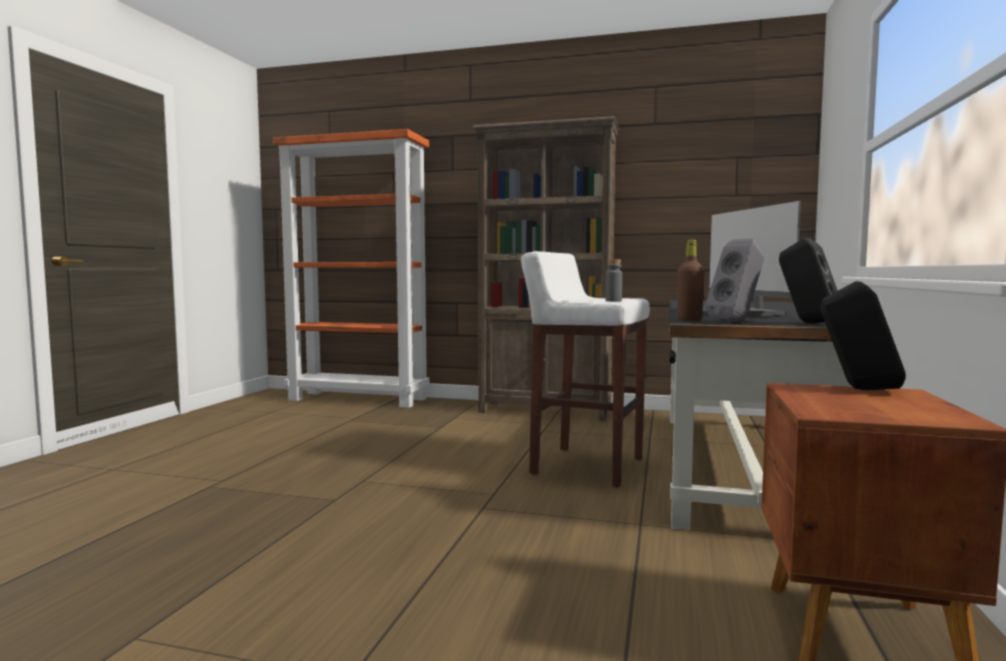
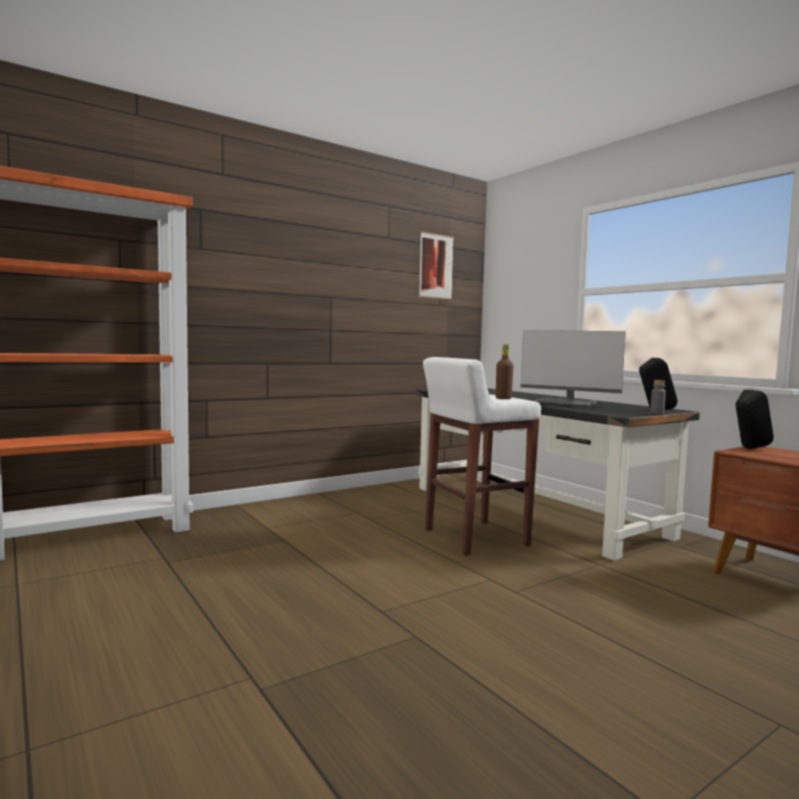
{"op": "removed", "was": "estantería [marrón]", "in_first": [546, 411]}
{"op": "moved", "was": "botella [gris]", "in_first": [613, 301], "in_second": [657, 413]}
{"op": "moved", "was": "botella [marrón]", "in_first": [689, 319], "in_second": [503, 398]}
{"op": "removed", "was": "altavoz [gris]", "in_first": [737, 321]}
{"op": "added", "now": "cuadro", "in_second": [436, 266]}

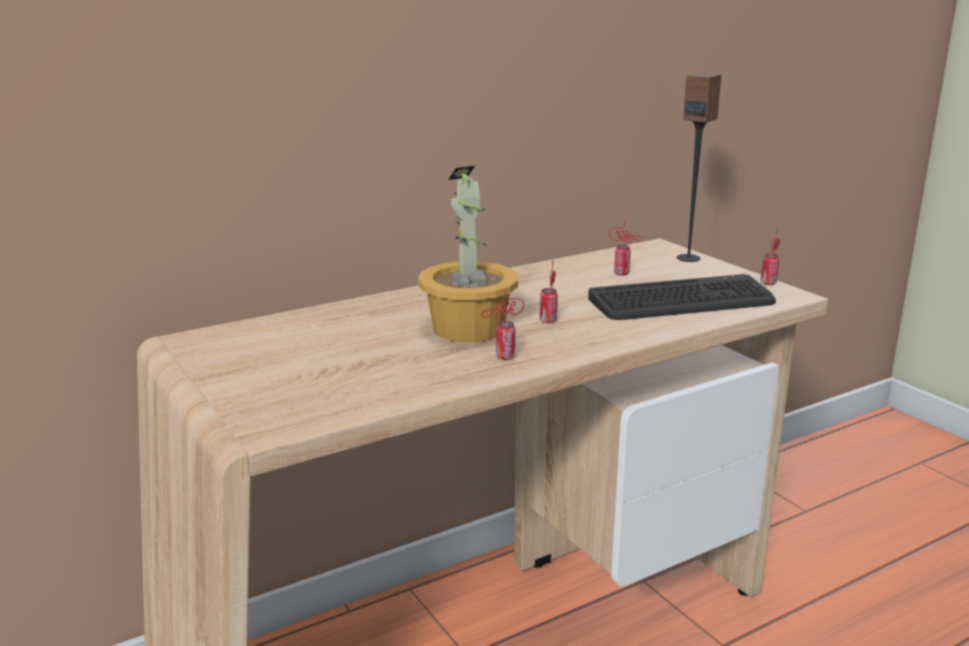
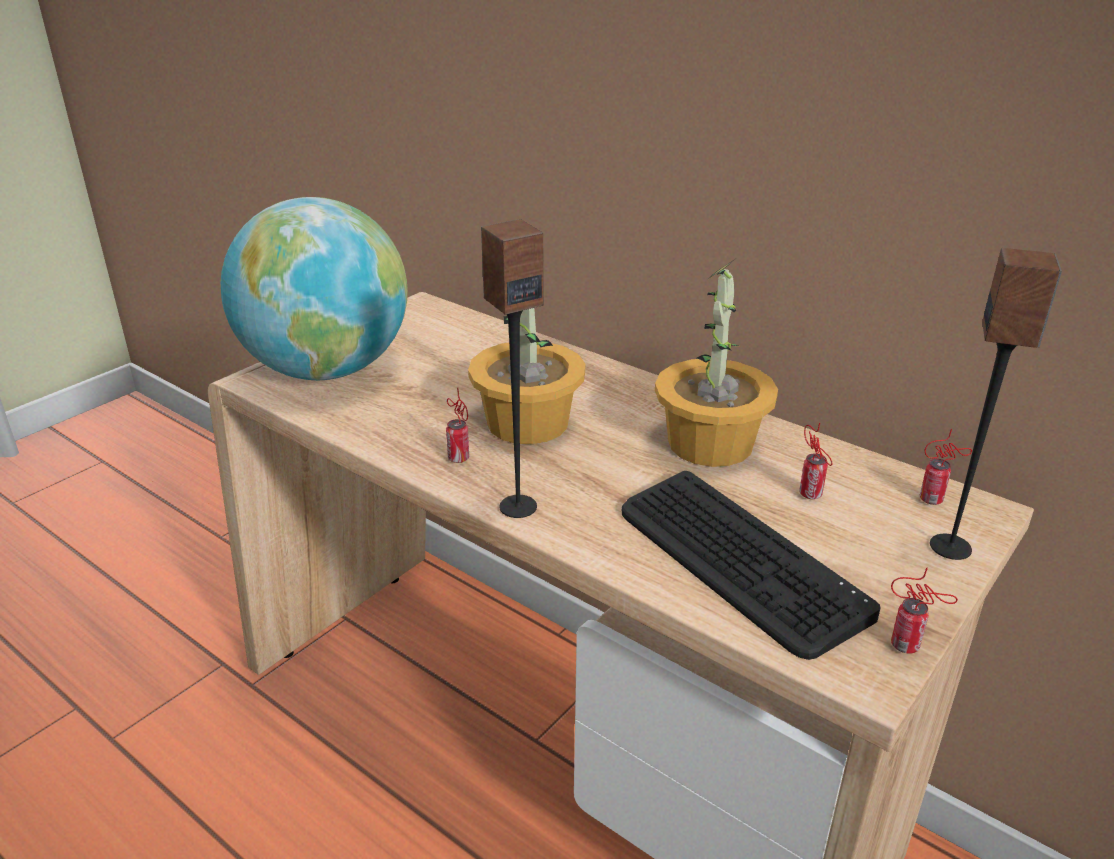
{"op": "moved", "was": "lata", "in_first": [548, 320], "in_second": [933, 499]}
{"op": "added", "now": "globo terráqueo", "in_second": [326, 370]}
{"op": "added", "now": "altavoz", "in_second": [517, 506]}
{"op": "added", "now": "planta en maceta", "in_second": [712, 444]}

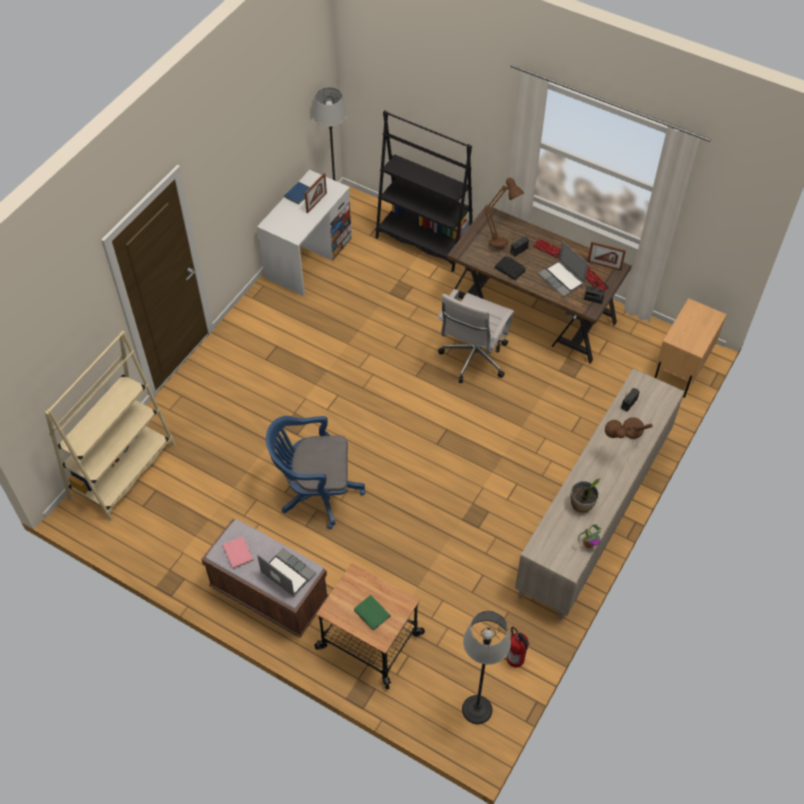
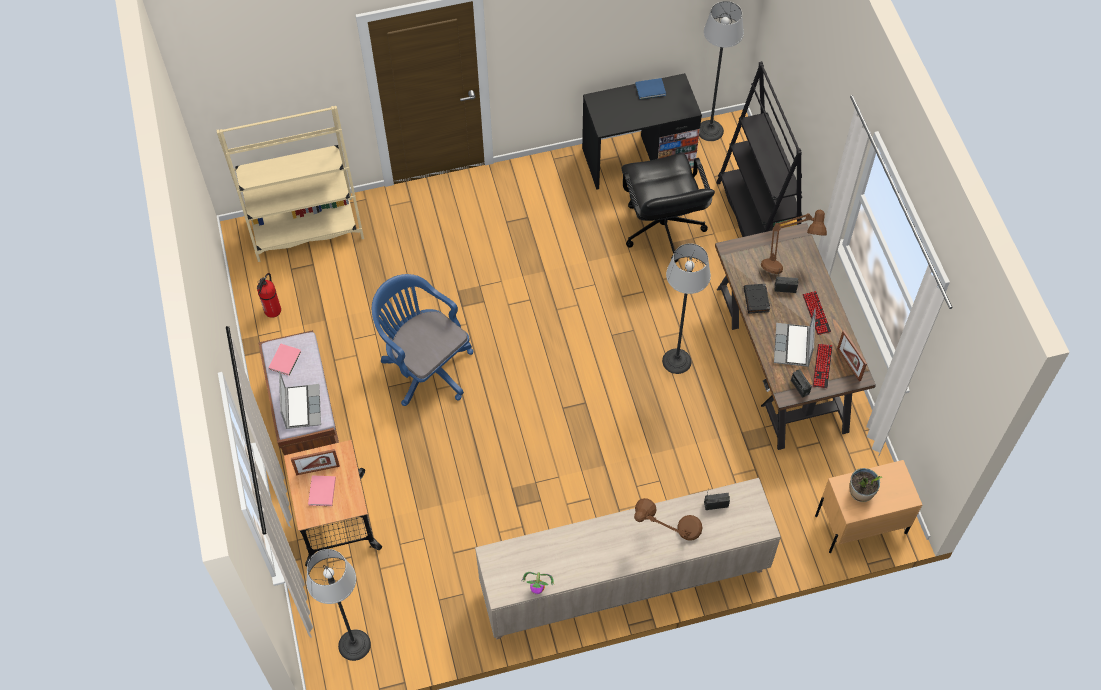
{"op": "recoloured", "was": "escritorio [blanco]", "now": "escritorio [negro]", "in_first": [308, 258], "in_second": [638, 157]}
{"op": "moved", "was": "portarretratos", "in_first": [316, 203], "in_second": [318, 470]}
{"op": "recoloured", "was": "libro [verde]", "now": "libro [rosa]", "in_first": [372, 614], "in_second": [321, 492]}
{"op": "replaced", "was": "silla de oficina [blanco]", "now": "lámpara de pie", "in_first": [473, 360], "in_second": [676, 361]}
{"op": "moved", "was": "extintor", "in_first": [516, 659], "in_second": [272, 311]}
{"op": "moved", "was": "planta en maceta", "in_first": [582, 505], "in_second": [861, 492]}
{"op": "added", "now": "silla de oficina [negro]", "in_second": [662, 229]}

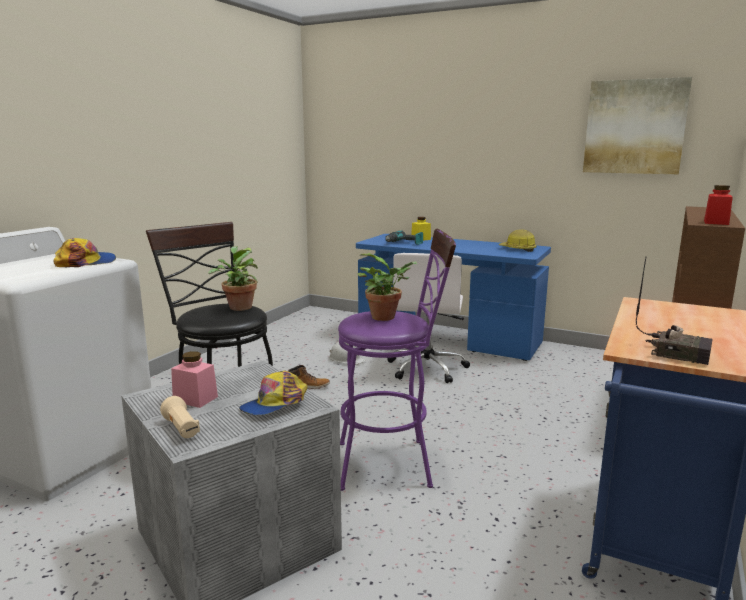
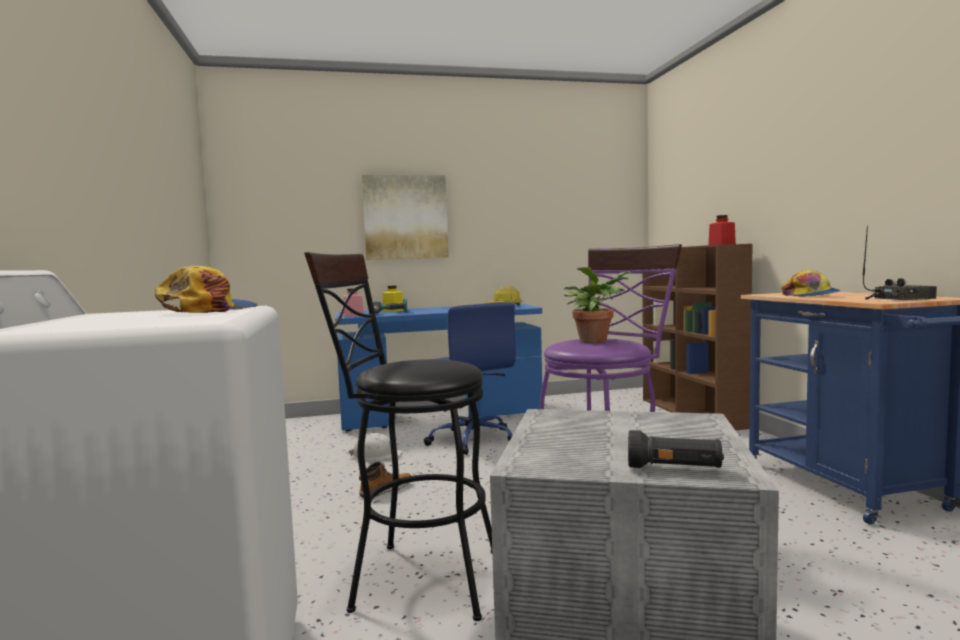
{"op": "recoloured", "was": "linterna [beis]", "now": "linterna [negro]", "in_first": [181, 429], "in_second": [674, 469]}
{"op": "moved", "was": "tarro [rosa]", "in_first": [195, 399], "in_second": [353, 315]}
{"op": "removed", "was": "planta en maceta", "in_first": [239, 307]}
{"op": "moved", "was": "gorra", "in_first": [275, 404], "in_second": [810, 295]}
{"op": "recoloured", "was": "silla de oficina [blanco]", "now": "silla de oficina [azul]", "in_first": [427, 368], "in_second": [472, 440]}
{"op": "moved", "was": "cuadro", "in_first": [634, 127], "in_second": [405, 217]}

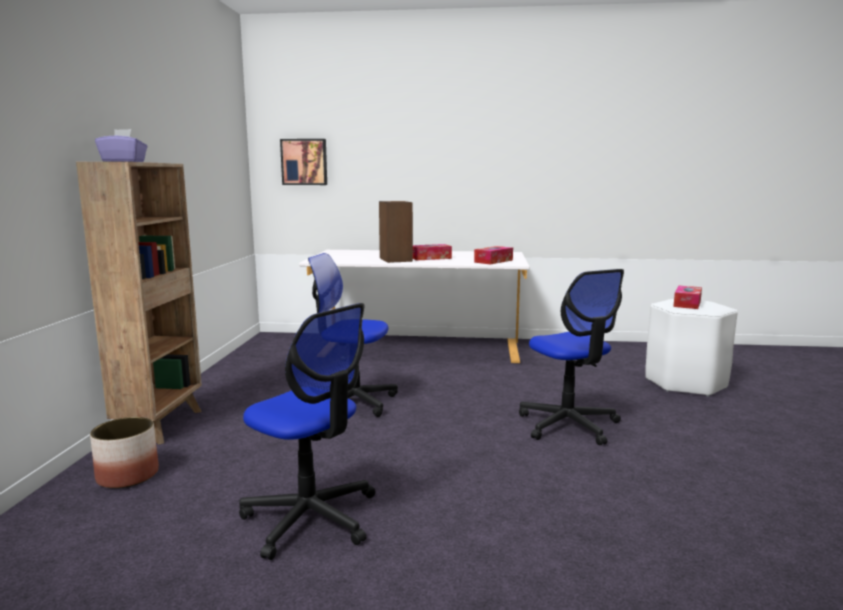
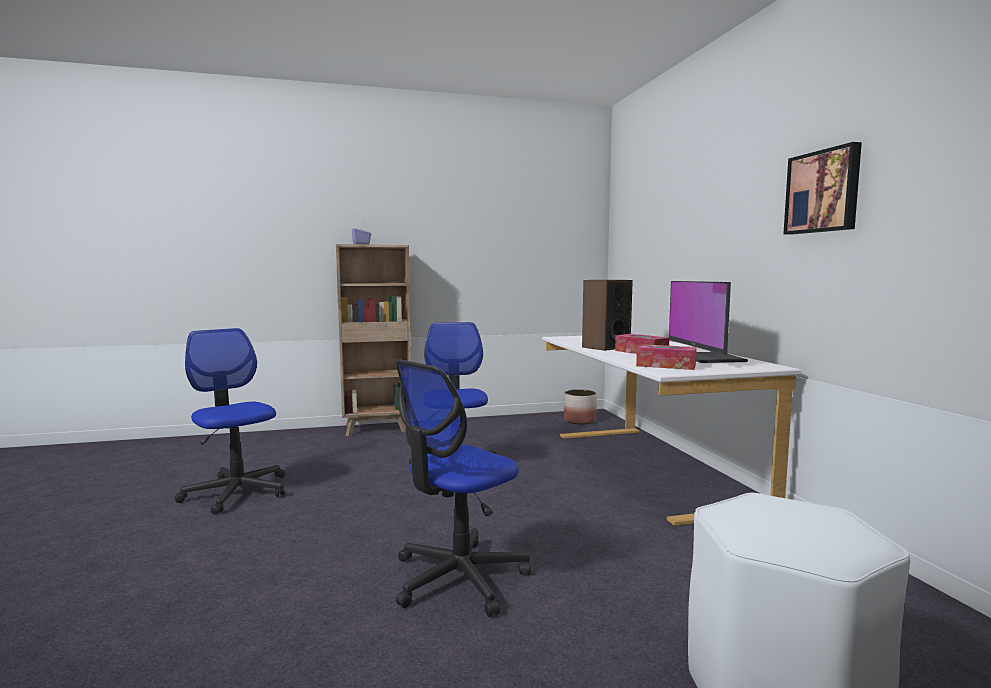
{"op": "moved", "was": "maceta", "in_first": [127, 475], "in_second": [580, 420]}
{"op": "turned", "was": "silla de oficina", "in_first": [311, 518], "in_second": [237, 492], "clockwise": 120}
{"op": "moved", "was": "cuadro", "in_first": [304, 162], "in_second": [823, 192]}
{"op": "removed", "was": "caja de pañuelos", "in_first": [687, 304]}
{"op": "added", "now": "monitor", "in_second": [708, 358]}

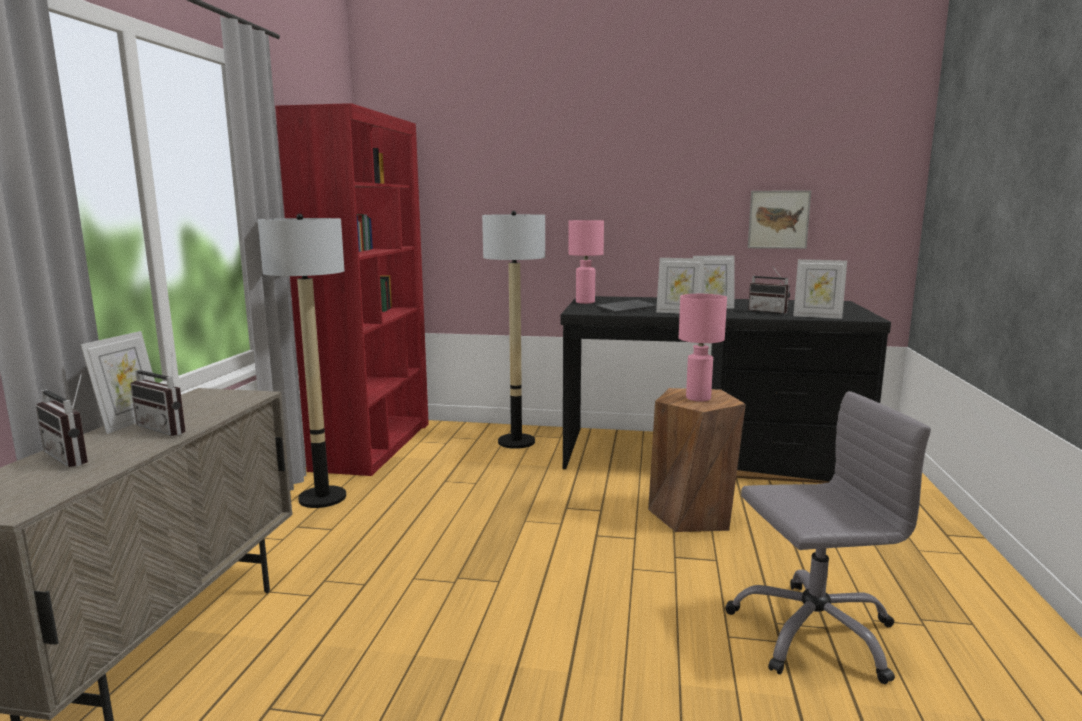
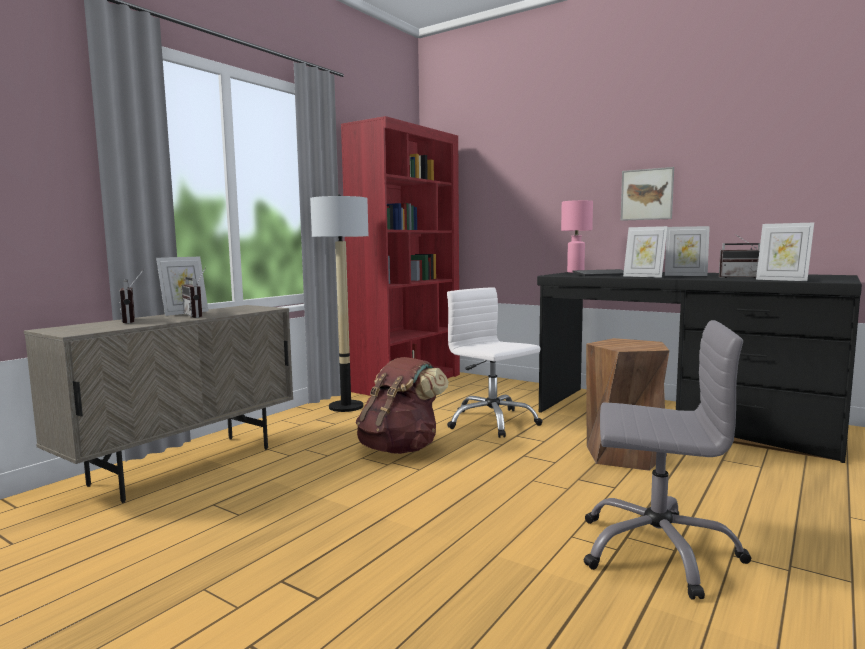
{"op": "removed", "was": "lámpara de pie", "in_first": [516, 442]}
{"op": "removed", "was": "lámpara de mesa [rosa]", "in_first": [699, 398]}
{"op": "moved", "was": "cuadro", "in_first": [778, 219], "in_second": [646, 194]}
{"op": "turned", "was": "radio", "in_first": [769, 311], "in_second": [739, 277], "clockwise": -45}
{"op": "added", "now": "mochila [marrón]", "in_second": [400, 448]}
{"op": "added", "now": "silla de oficina [blanco]", "in_second": [492, 422]}

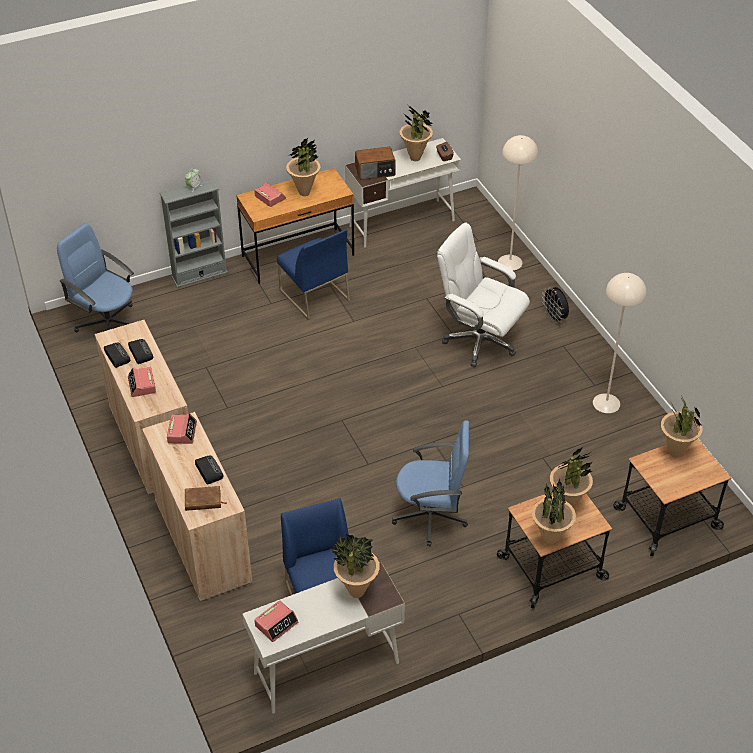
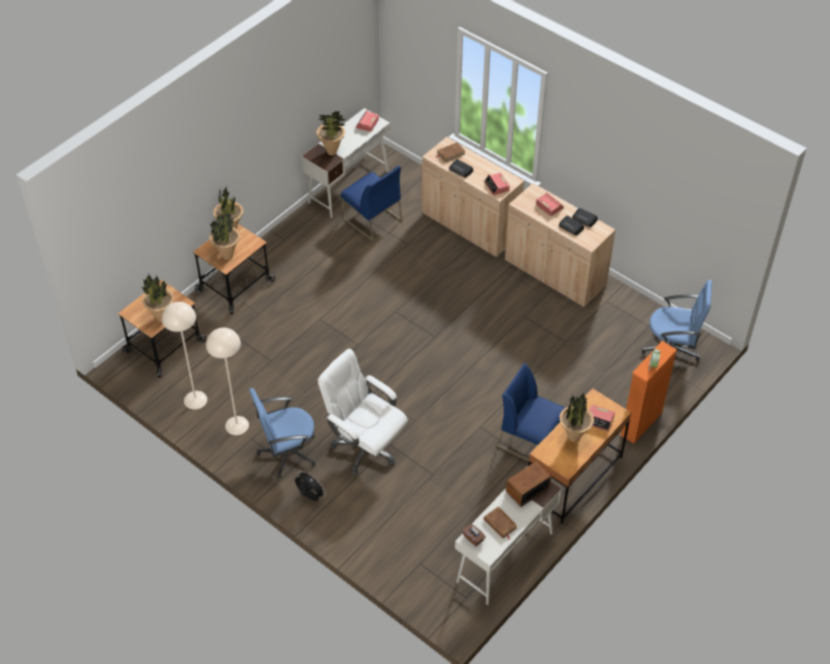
{"op": "recoloured", "was": "estantería [gris]", "now": "estantería [naranja]", "in_first": [199, 275], "in_second": [641, 423]}
{"op": "moved", "was": "silla de oficina [azul]", "in_first": [431, 516], "in_second": [287, 452]}
{"op": "replaced", "was": "planta en maceta", "now": "libro [marrón]", "in_first": [415, 158], "in_second": [500, 524]}
{"op": "turned", "was": "silla de oficina [blanco]", "in_first": [479, 341], "in_second": [365, 446], "clockwise": -150}
{"op": "moved", "was": "lámpara de pie [beis]", "in_first": [510, 262], "in_second": [195, 400]}

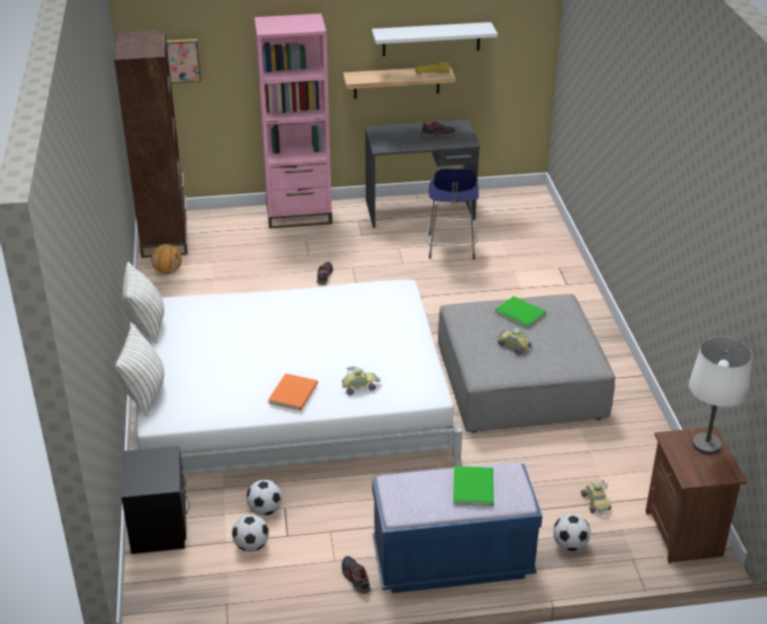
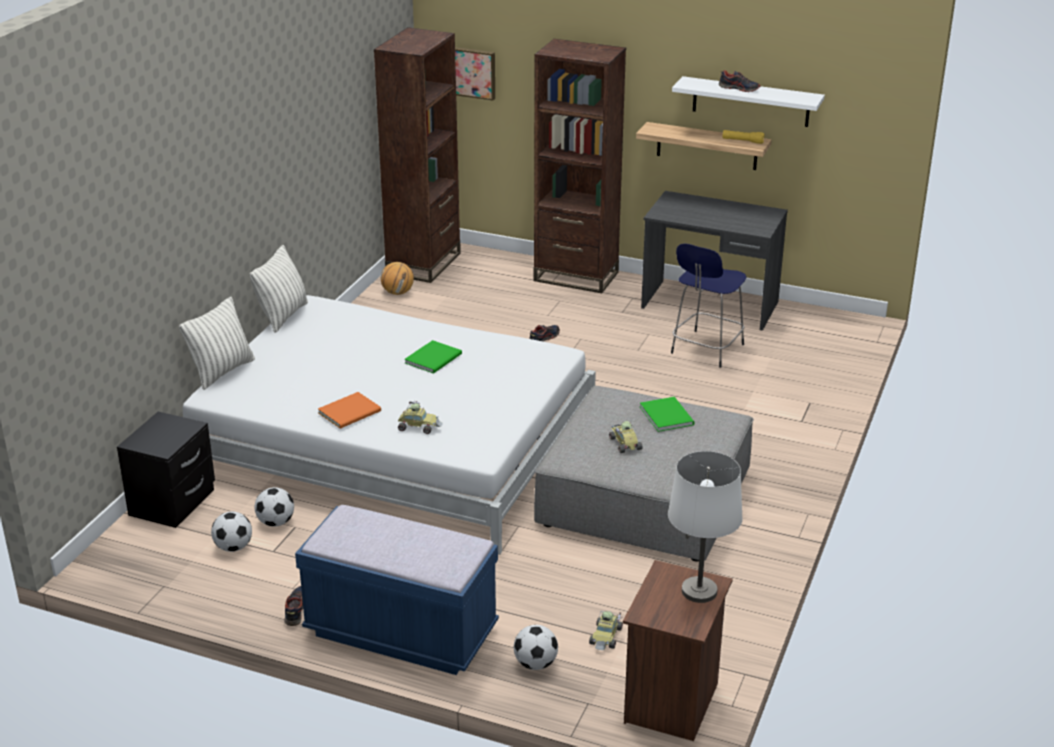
{"op": "recoloured", "was": "estantería [rosa]", "now": "estantería [marrón]", "in_first": [299, 215], "in_second": [576, 276]}
{"op": "moved", "was": "zapato", "in_first": [438, 134], "in_second": [739, 88]}
{"op": "moved", "was": "libro [verde]", "in_first": [474, 486], "in_second": [435, 358]}

